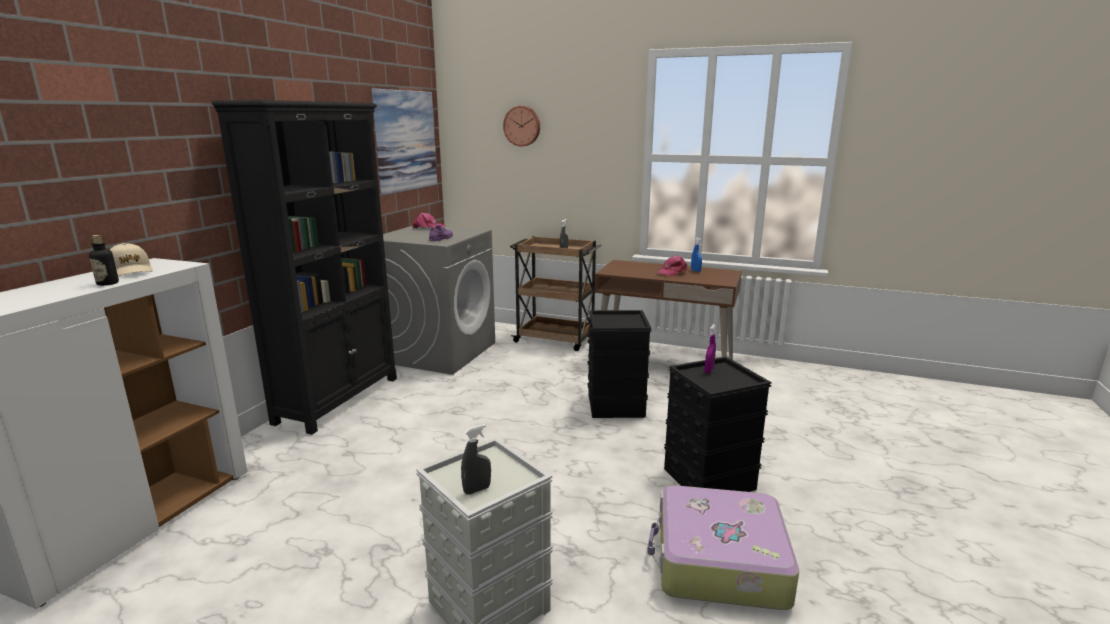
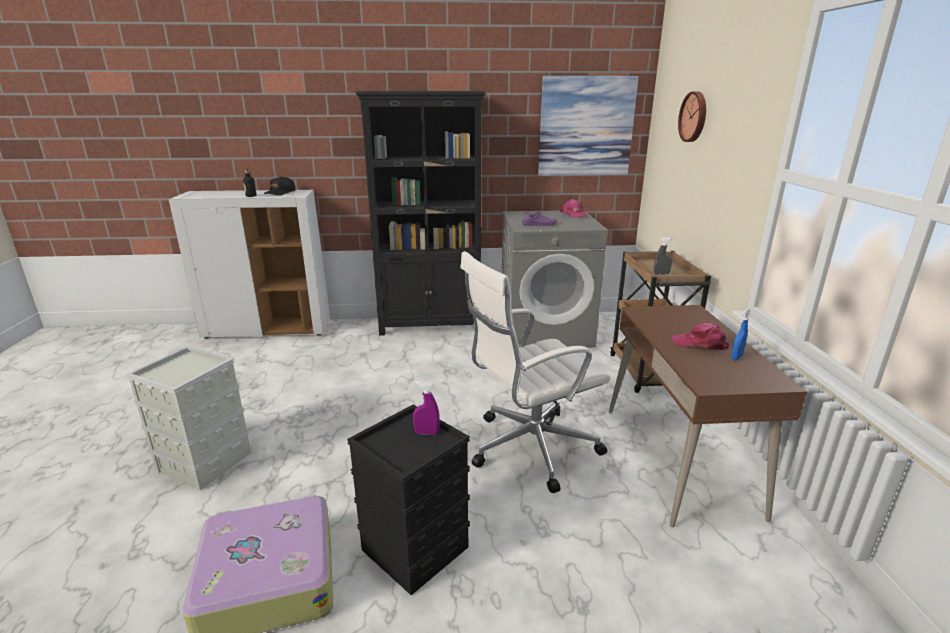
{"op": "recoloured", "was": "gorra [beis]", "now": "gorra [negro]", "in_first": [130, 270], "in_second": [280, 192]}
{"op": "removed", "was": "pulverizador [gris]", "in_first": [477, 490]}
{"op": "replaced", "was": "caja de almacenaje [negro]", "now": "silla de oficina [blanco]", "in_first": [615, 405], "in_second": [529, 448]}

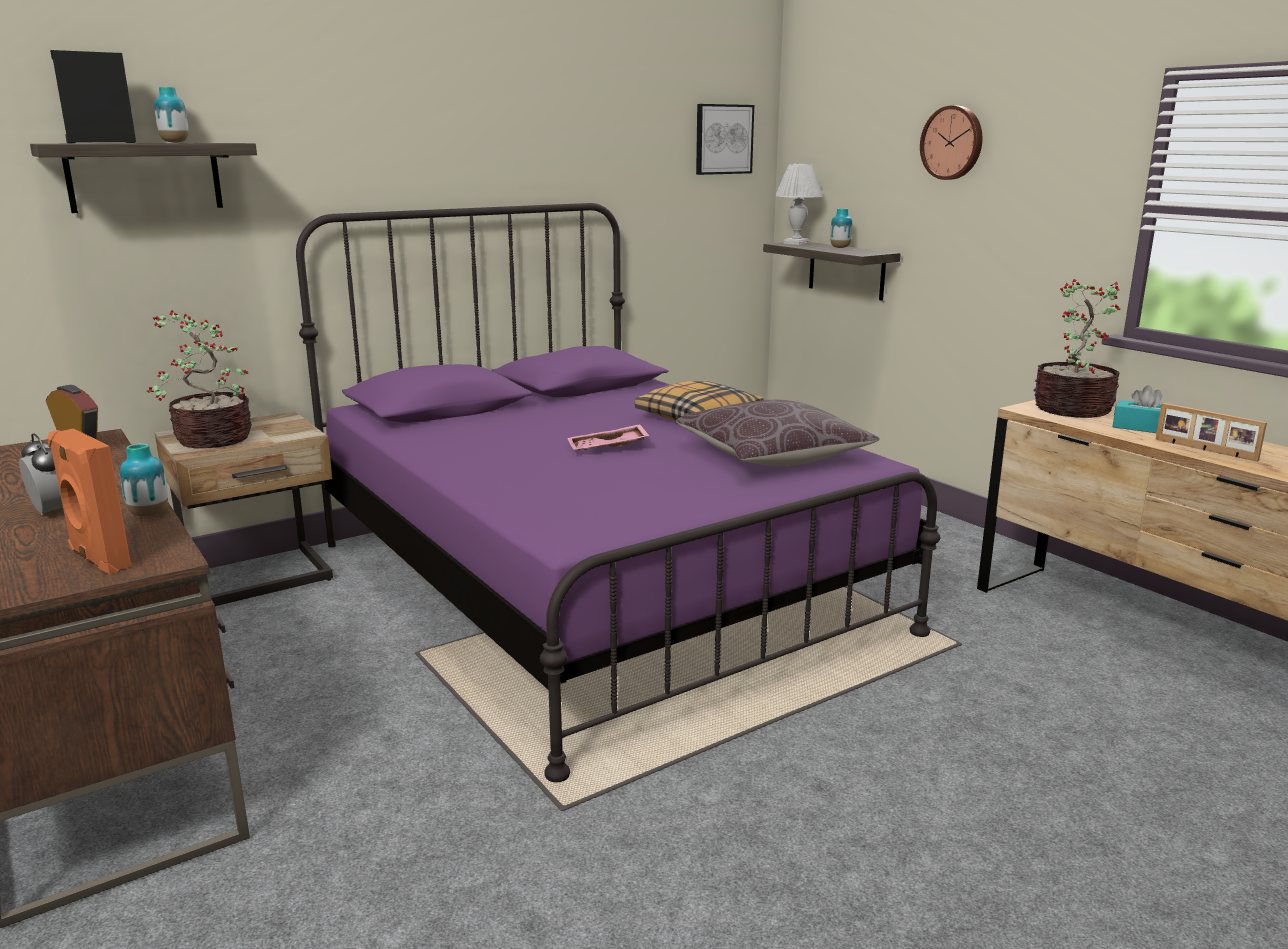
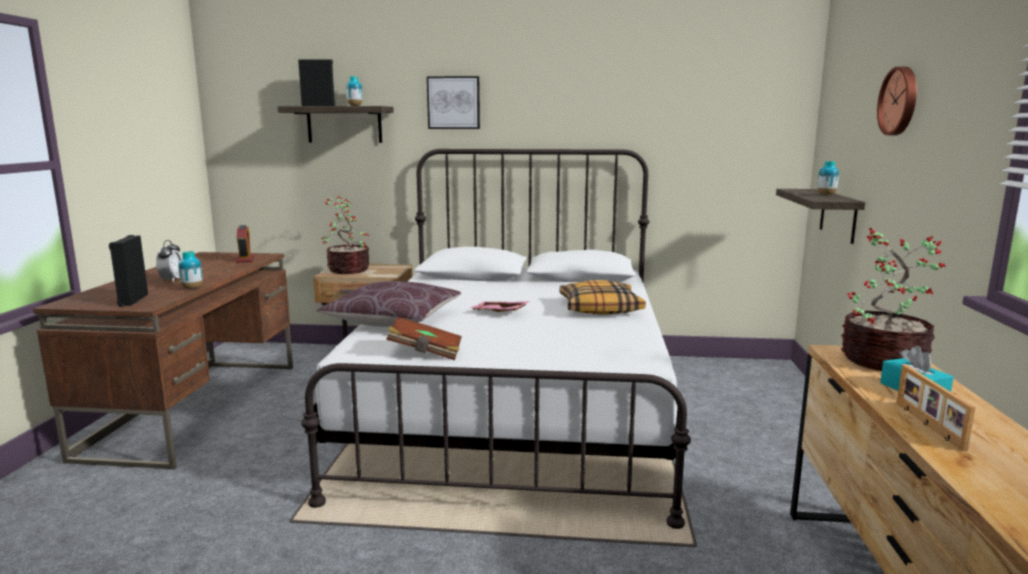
{"op": "recoloured", "was": "altavoz [naranja]", "now": "altavoz [negro]", "in_first": [98, 559], "in_second": [132, 300]}
{"op": "recoloured", "was": "cama [morado]", "now": "cama [blanco]", "in_first": [597, 585], "in_second": [515, 413]}
{"op": "moved", "was": "cojín [marrón]", "in_first": [772, 456], "in_second": [393, 320]}
{"op": "moved", "was": "cuadro", "in_first": [723, 139], "in_second": [453, 102]}
{"op": "removed", "was": "lámpara de mesa [blanco]", "in_first": [796, 243]}
{"op": "added", "now": "libro [marrón]", "in_second": [425, 353]}

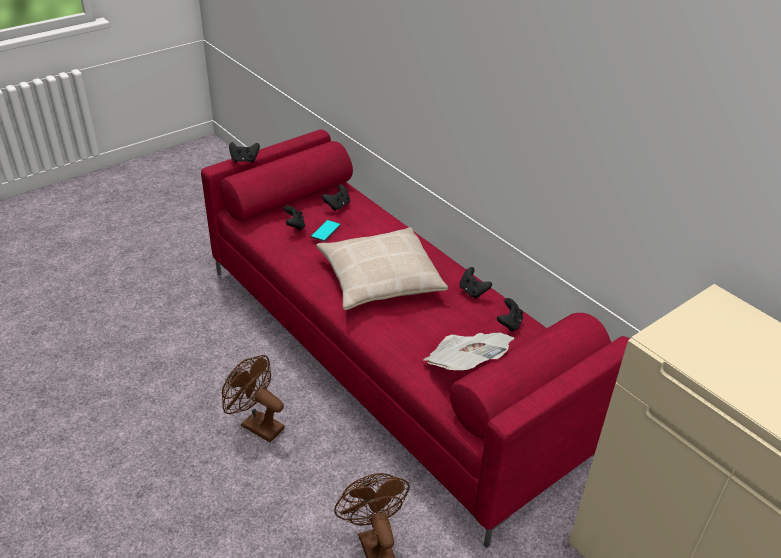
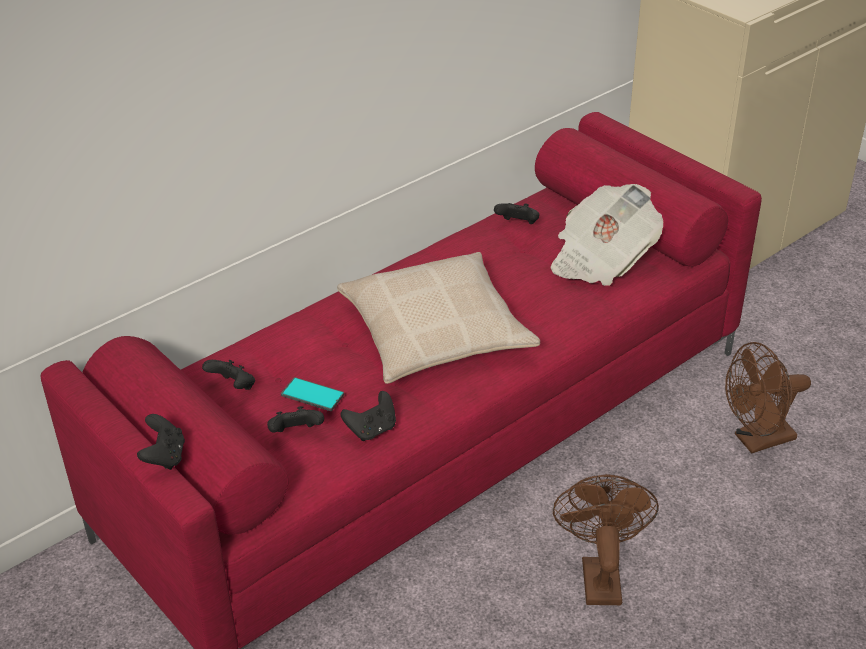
{"op": "turned", "was": "ventilador [marrón]", "in_first": [256, 425], "in_second": [599, 574], "clockwise": 150}
{"op": "moved", "was": "mando de consola [negro]", "in_first": [473, 292], "in_second": [372, 430]}

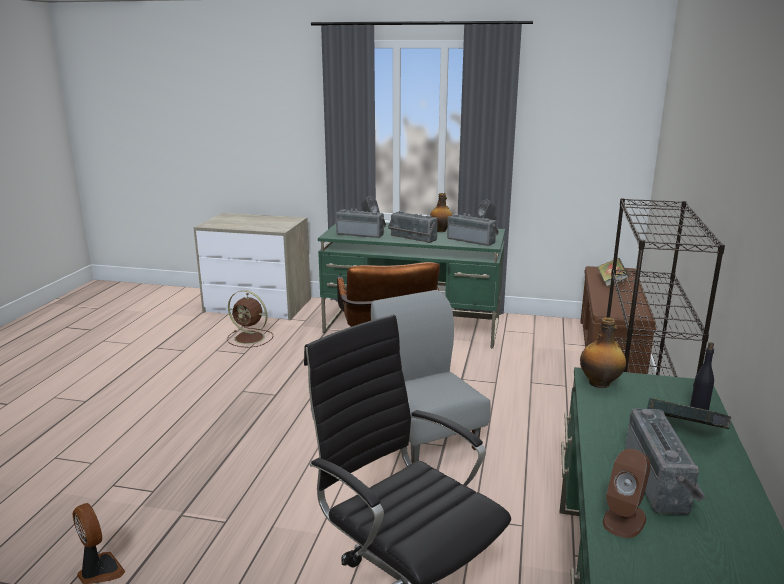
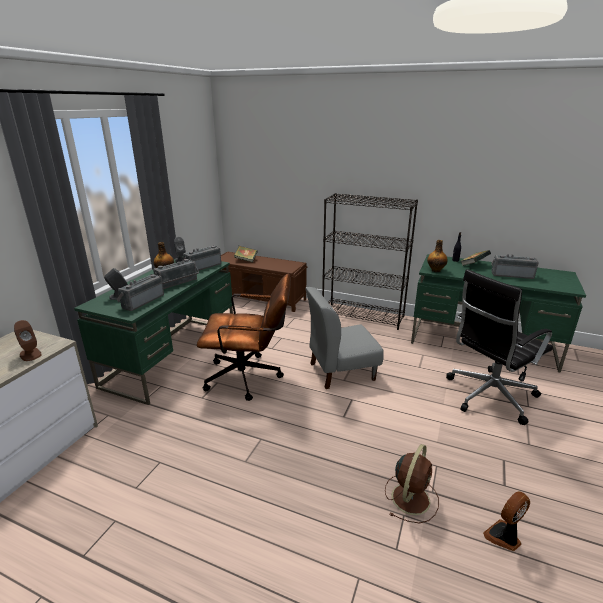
{"op": "moved", "was": "ventilador [marrón]", "in_first": [250, 338], "in_second": [411, 497]}
{"op": "moved", "was": "altavoz [marrón]", "in_first": [624, 519], "in_second": [30, 354]}

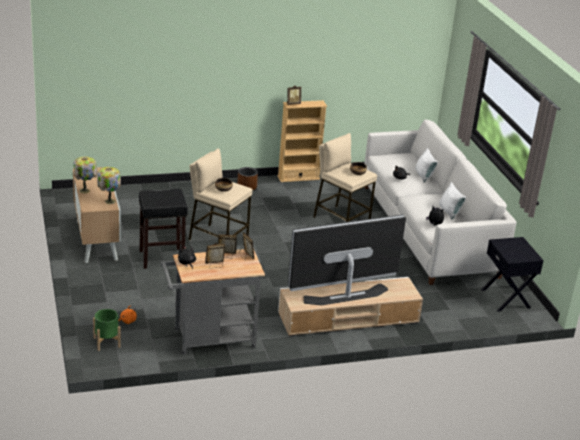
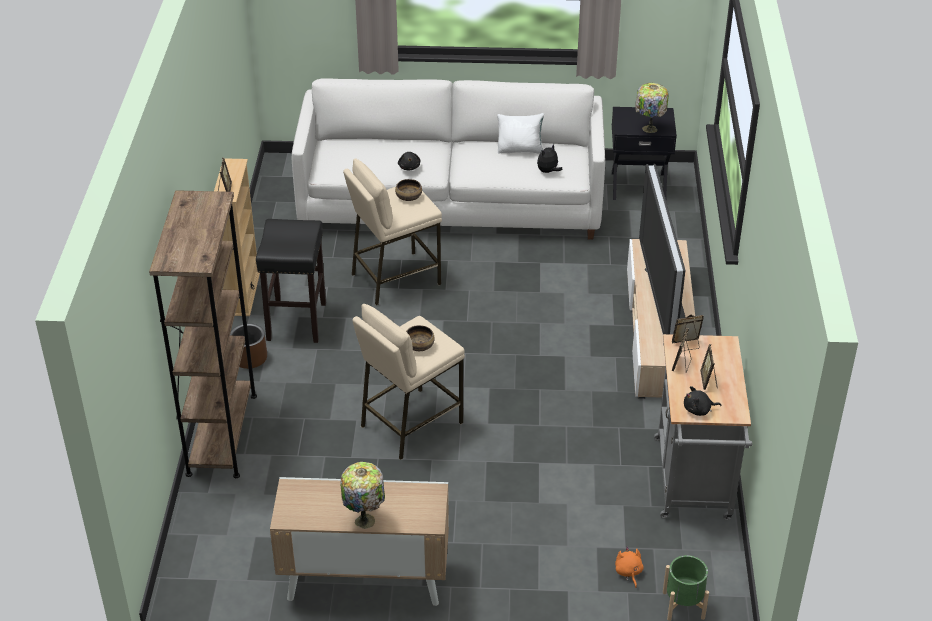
{"op": "moved", "was": "lámpara de mesa", "in_first": [109, 201], "in_second": [648, 129]}
{"op": "moved", "was": "taburete [negro]", "in_first": [162, 258], "in_second": [296, 321]}
{"op": "removed", "was": "cojín [blanco]", "in_first": [424, 176]}
{"op": "added", "now": "estantería [marrón]", "in_second": [222, 434]}

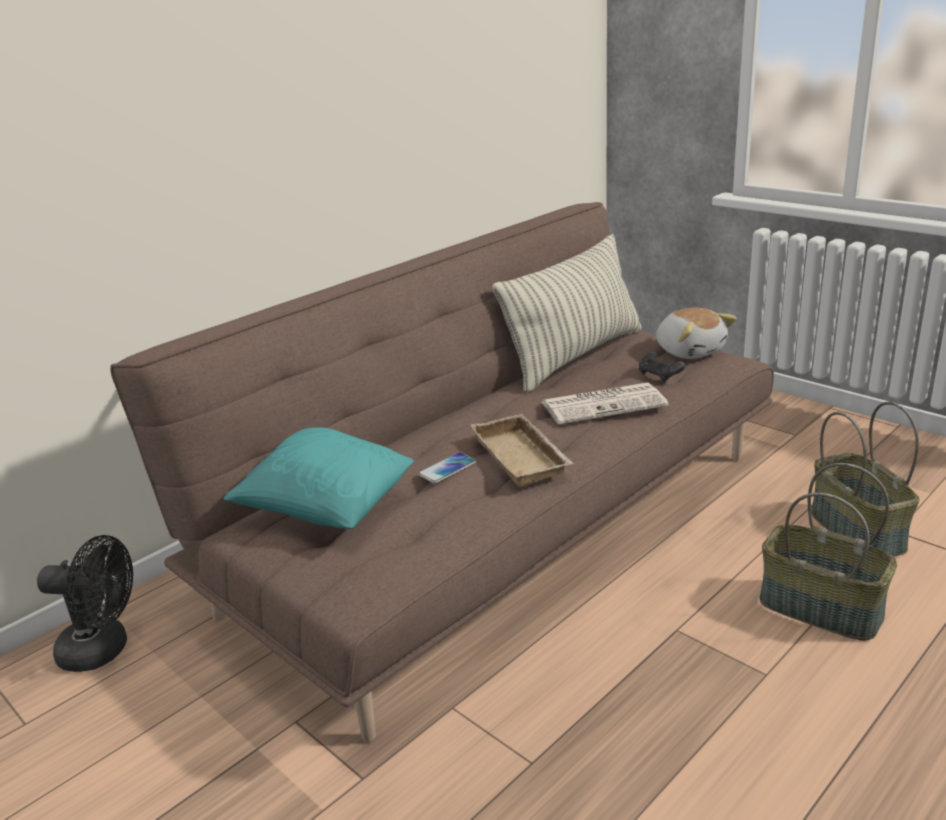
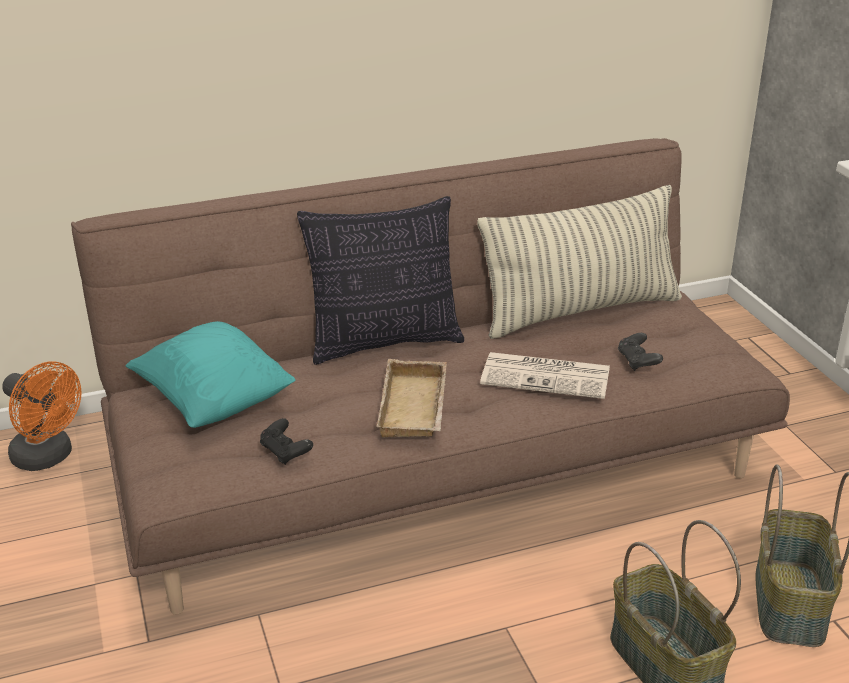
{"op": "recoloured", "was": "ventilador [negro]", "now": "ventilador [naranja]", "in_first": [104, 650], "in_second": [48, 457]}
{"op": "removed", "was": "móvil", "in_first": [447, 469]}
{"op": "removed", "was": "peluche", "in_first": [690, 351]}
{"op": "added", "now": "mando de consola [negro]", "in_second": [286, 452]}
{"op": "added", "now": "cojín", "in_second": [385, 343]}

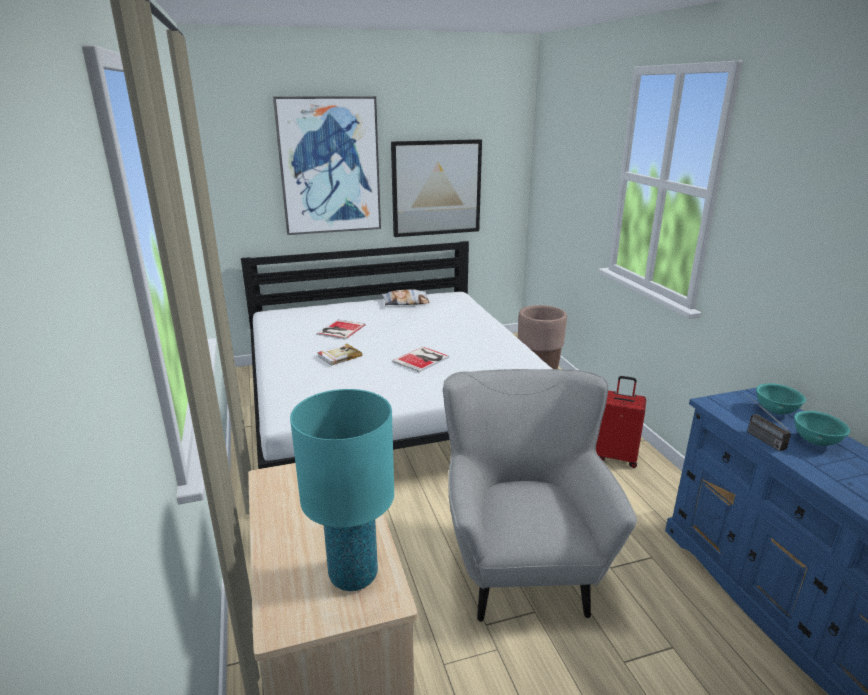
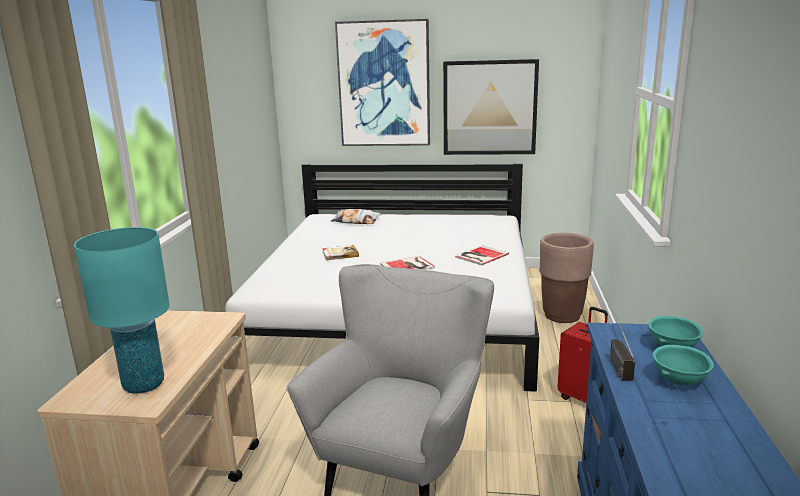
{"op": "moved", "was": "libro", "in_first": [340, 330], "in_second": [480, 256]}
{"op": "moved", "was": "cojín", "in_first": [405, 302], "in_second": [356, 221]}

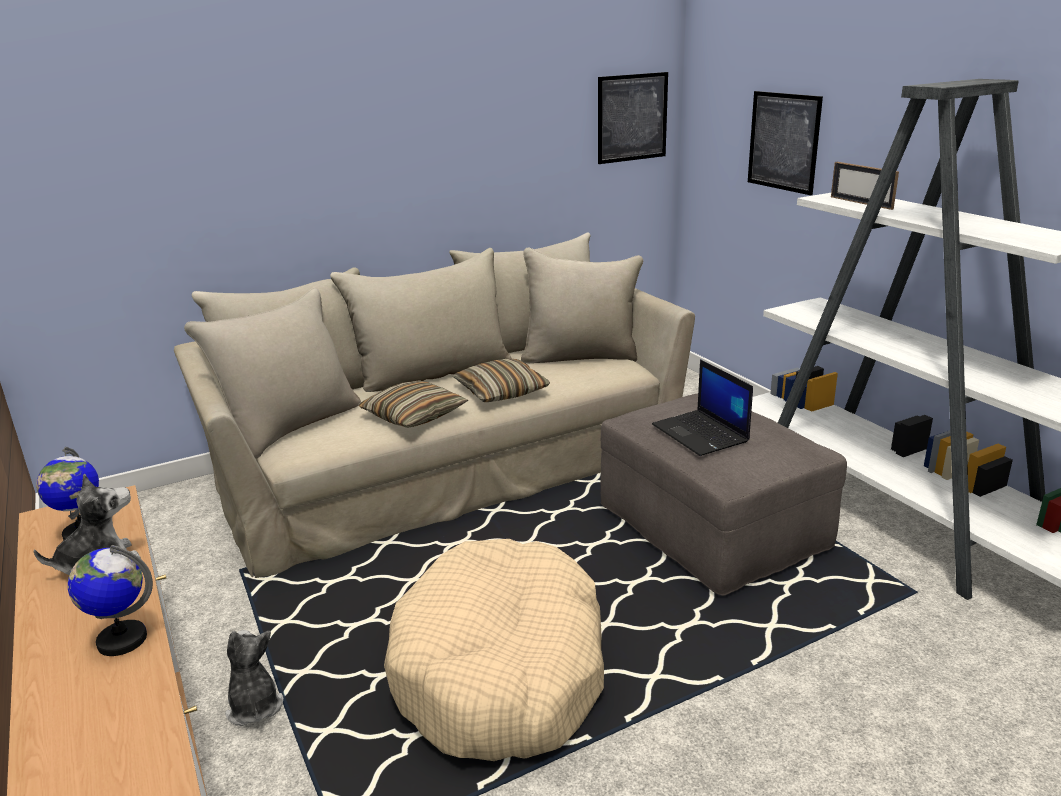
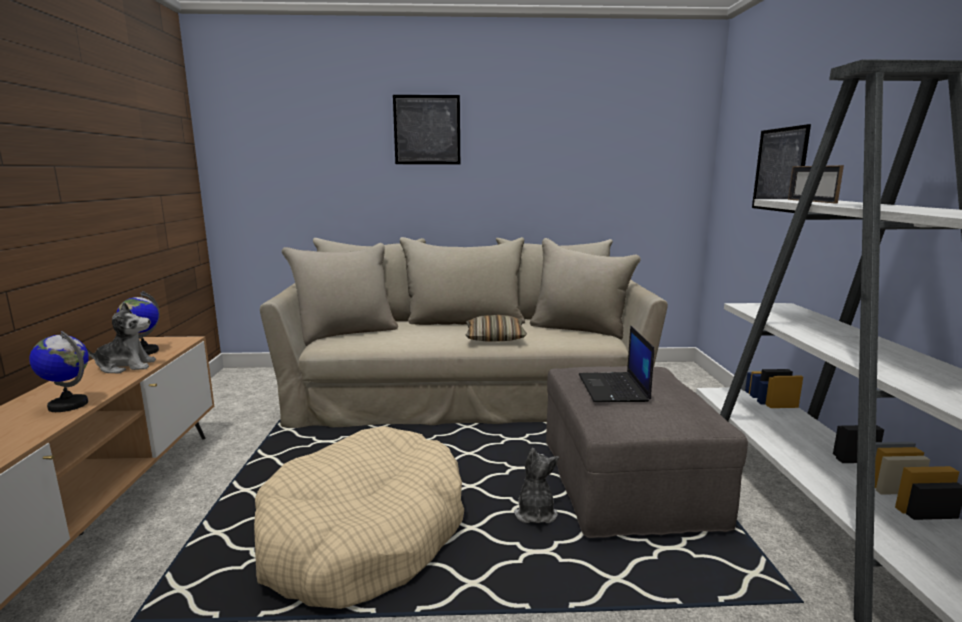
{"op": "moved", "was": "peluche", "in_first": [254, 706], "in_second": [535, 513]}
{"op": "removed", "was": "cojín", "in_first": [414, 415]}
{"op": "moved", "was": "cuadro", "in_first": [632, 118], "in_second": [427, 130]}

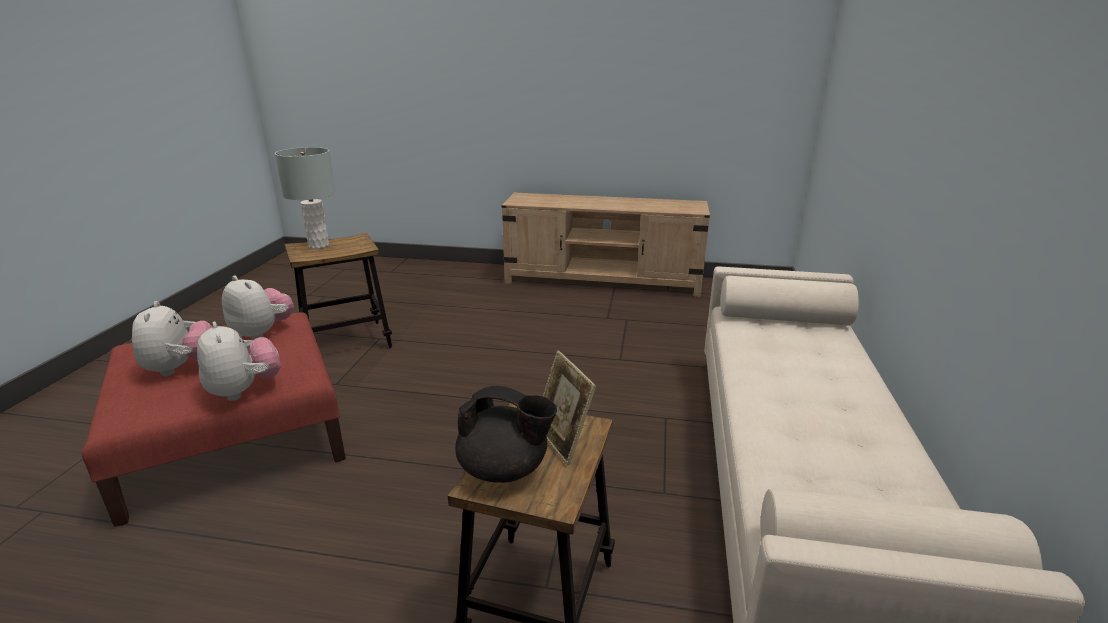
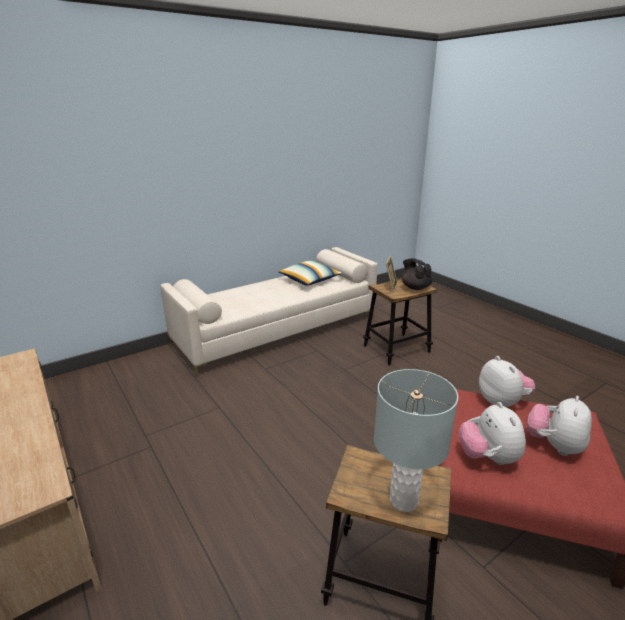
{"op": "turned", "was": "peluche", "in_first": [244, 390], "in_second": [502, 402], "clockwise": 150}
{"op": "added", "now": "cojín", "in_second": [309, 280]}

